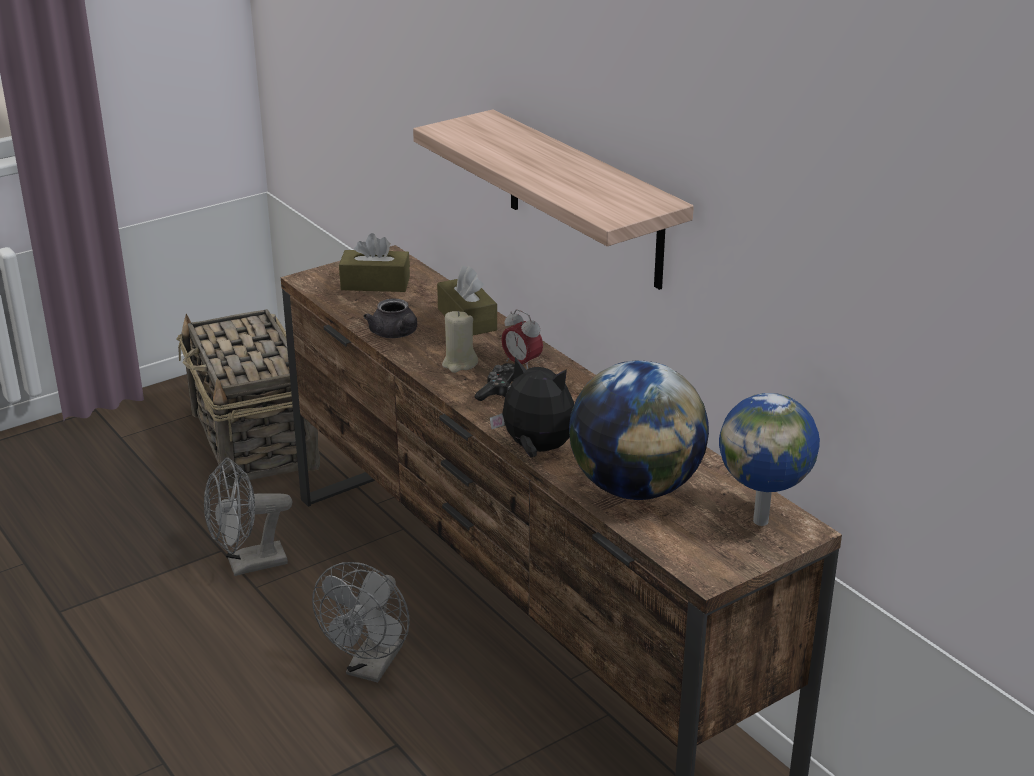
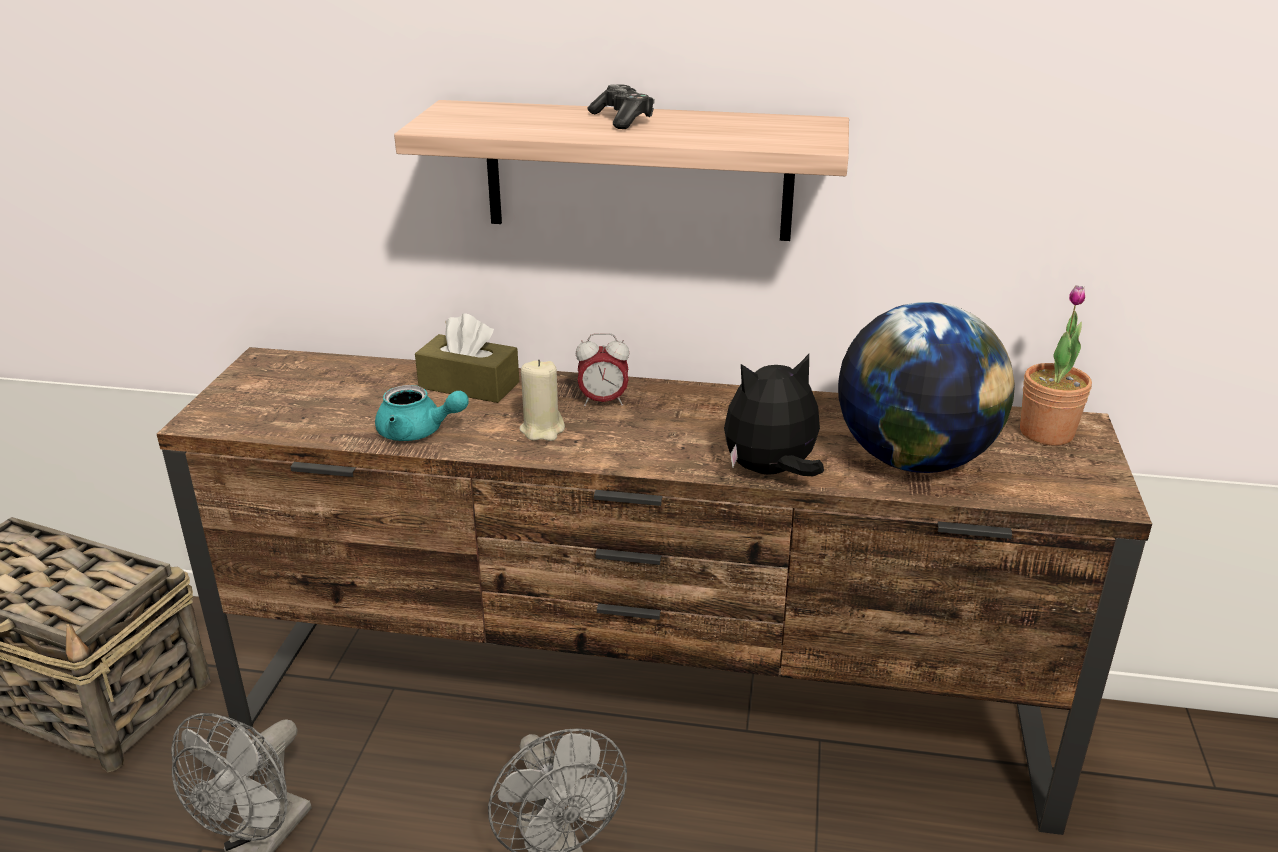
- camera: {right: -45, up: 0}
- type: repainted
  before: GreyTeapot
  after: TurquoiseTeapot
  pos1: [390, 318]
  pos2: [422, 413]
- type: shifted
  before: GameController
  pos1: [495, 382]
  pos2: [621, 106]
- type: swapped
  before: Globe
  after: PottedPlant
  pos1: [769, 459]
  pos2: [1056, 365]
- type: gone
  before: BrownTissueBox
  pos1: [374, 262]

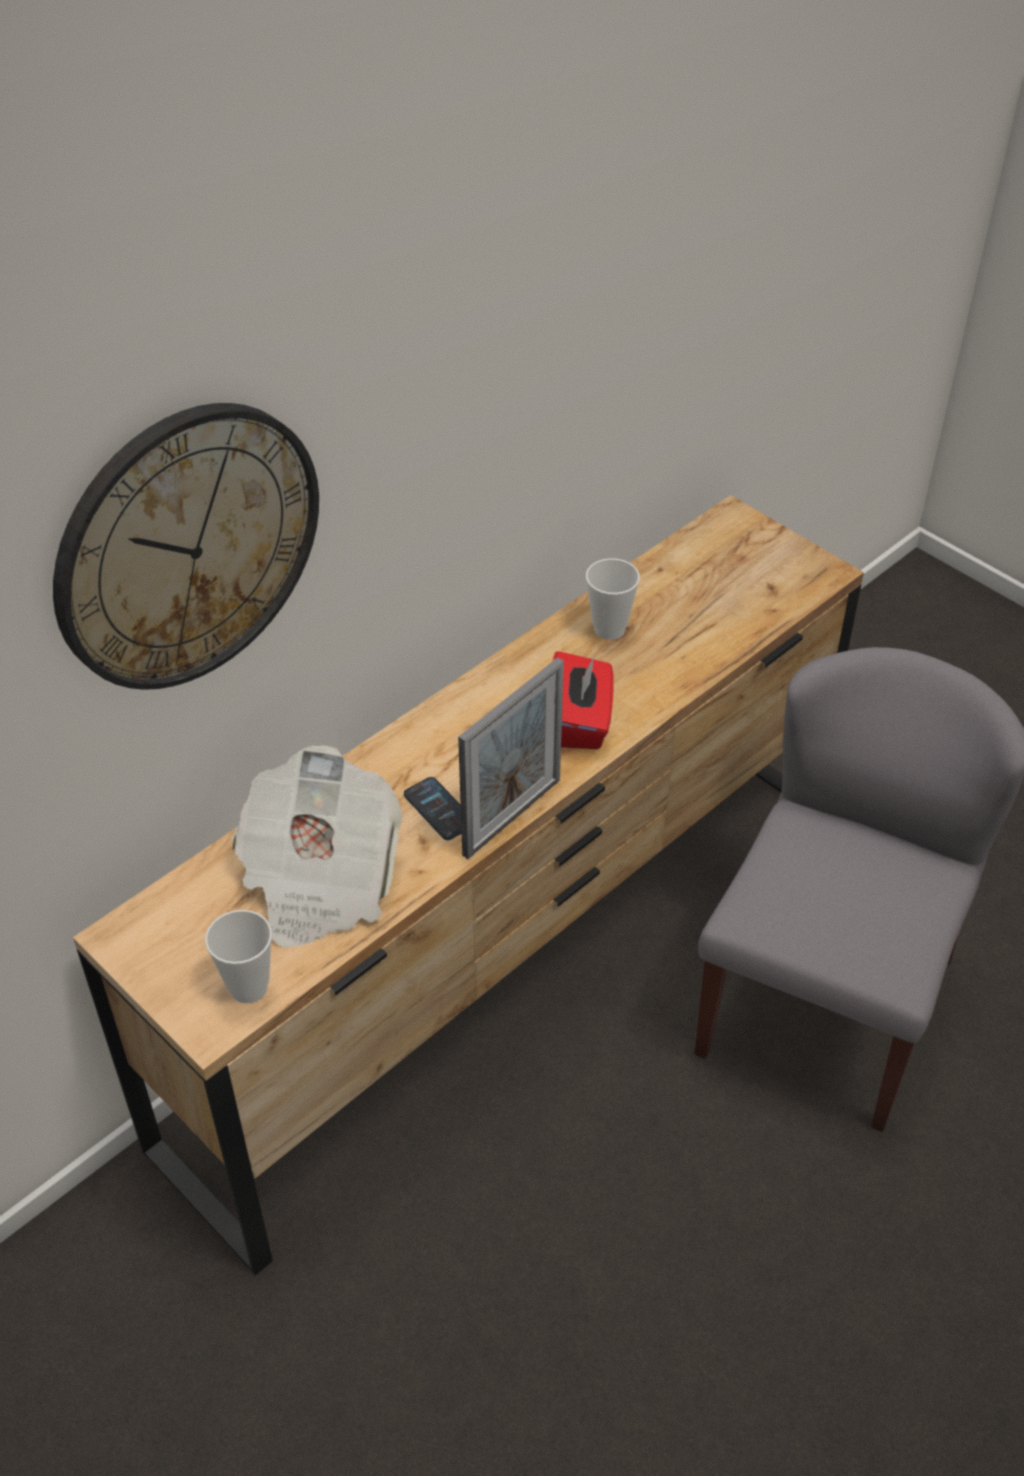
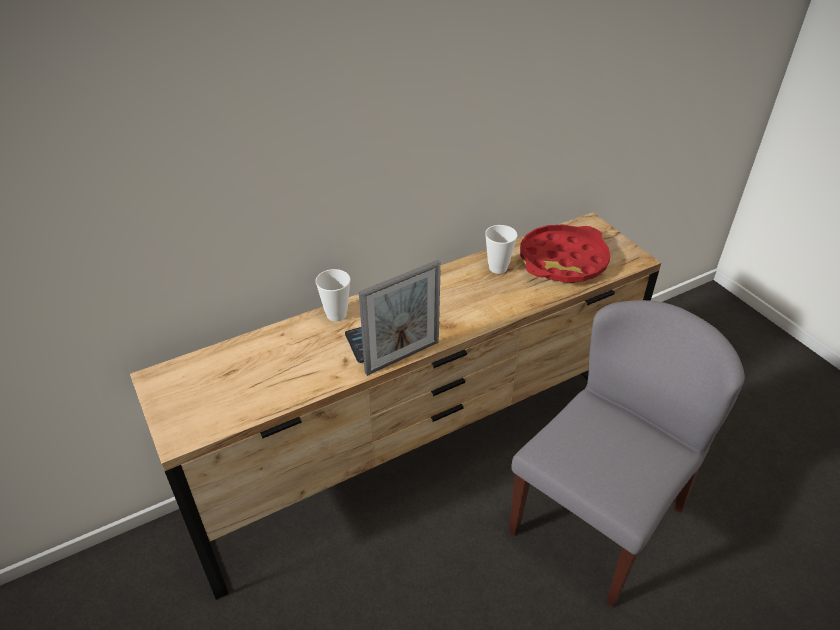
- camera: {right: 15, up: -5}
- type: shifted
  before: Cup
  pos1: [238, 956]
  pos2: [333, 295]
- type: new
  after: RedTray
  pos2: [565, 254]
- type: gone
  before: WallClock
  pos1: [186, 546]
- type: gone
  before: Newspaper
  pos1: [317, 846]
- type: gone
  before: RedTissueBox
  pos1: [583, 700]

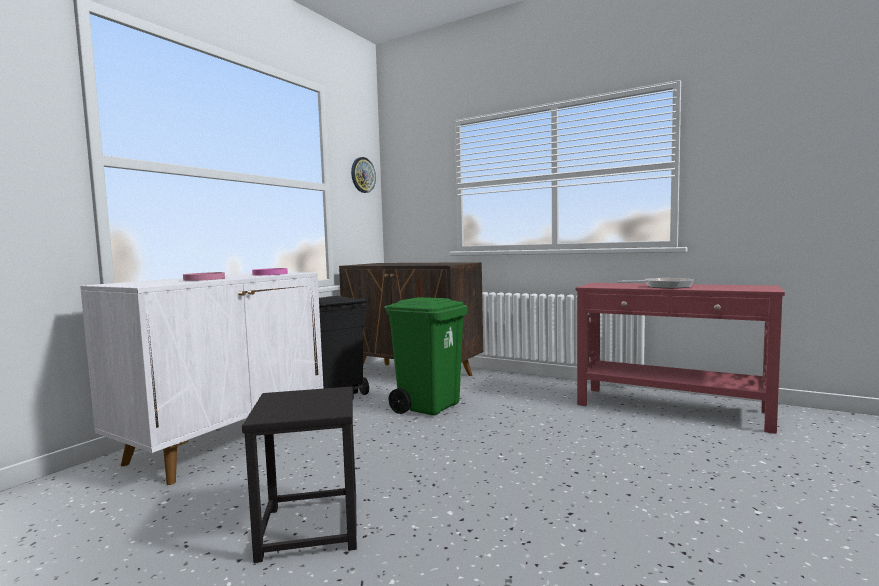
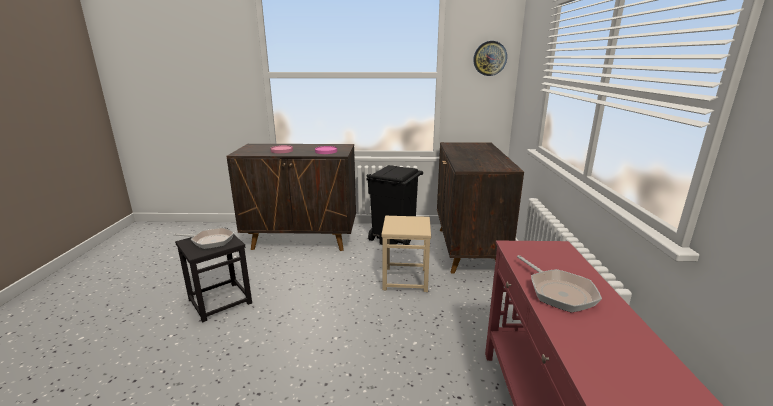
- camera: {right: 60, up: 15}
- type: new
  after: FryingPan
  pos2: [204, 238]
- type: repainted
  before: WhiteCabinet
  after: BrownCabinet
  pos1: [202, 378]
  pos2: [291, 197]
- type: swapped
  before: GreenTrashCan
  after: BeigeStool
  pos1: [426, 356]
  pos2: [406, 254]

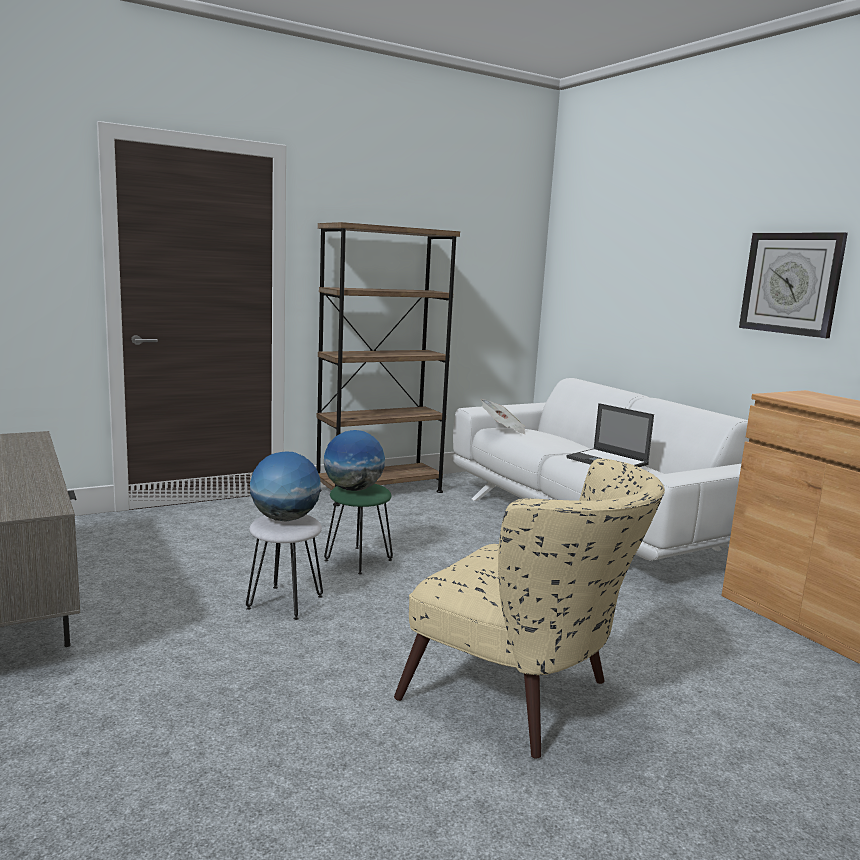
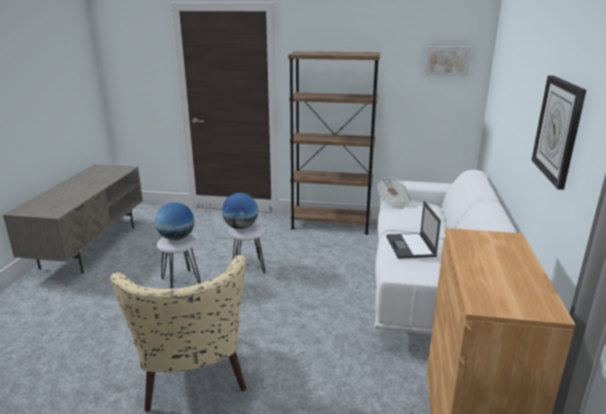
- camera: {right: 40, up: 10}
- type: repainted
  before: GreenStool
  after: WhiteStool
  pos1: [358, 529]
  pos2: [246, 247]
- type: new
  after: Picture
  pos2: [448, 61]

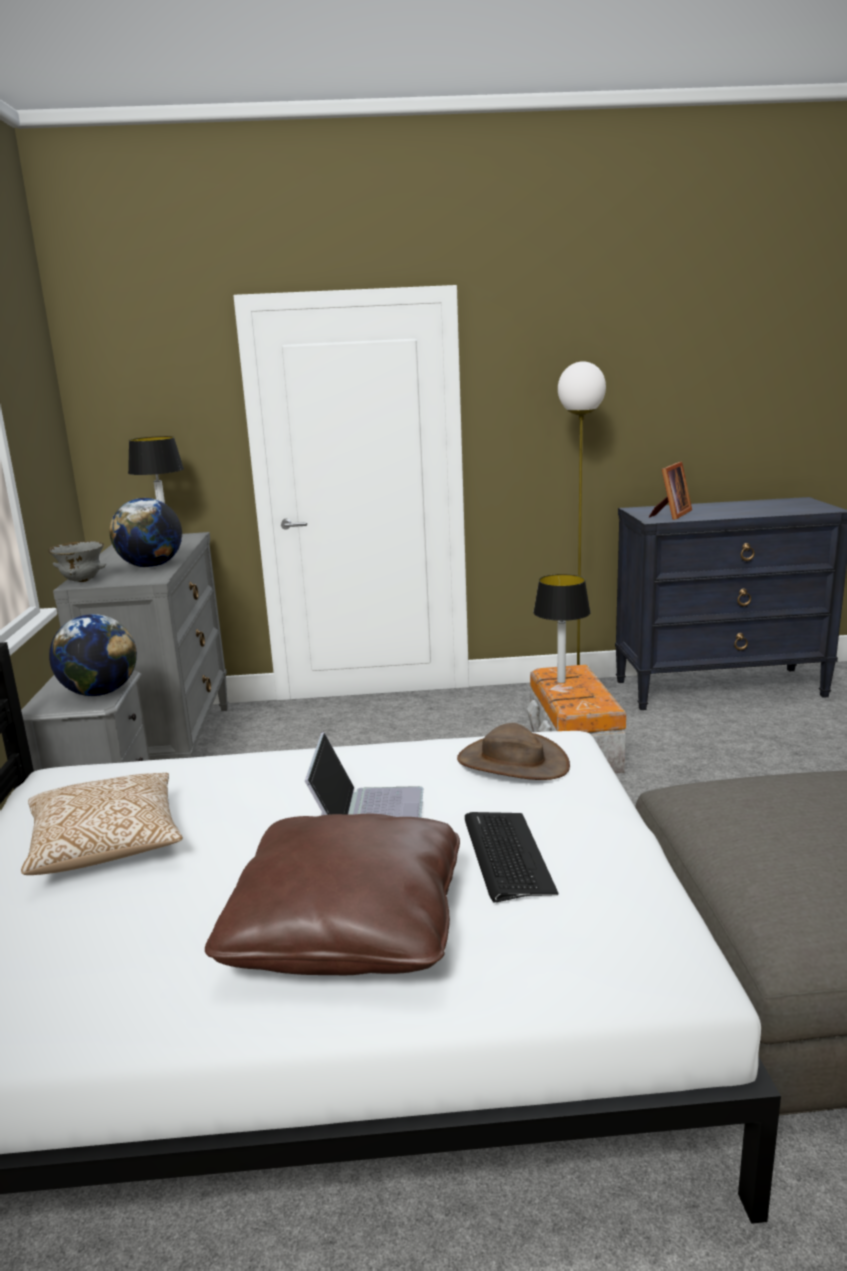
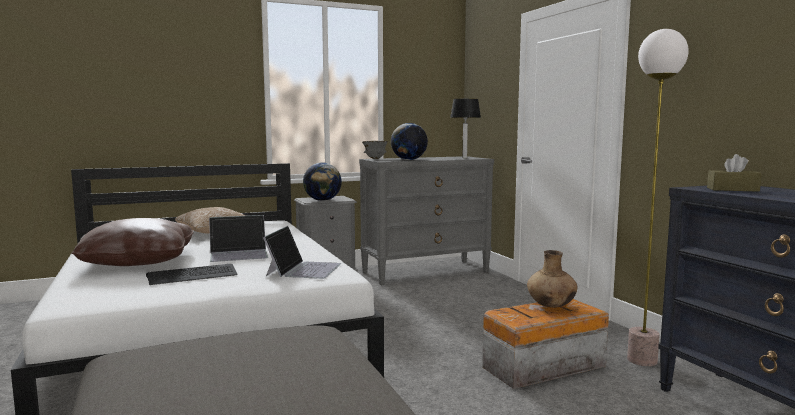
- camera: {right: 70, up: -10}
- type: swapped
  before: BrownHat
  after: Laptop
  pos1: [513, 751]
  pos2: [302, 252]
- type: swapped
  before: TableLamp
  after: BrownVase
  pos1: [562, 628]
  pos2: [552, 279]
- type: swapped
  before: PictureFrame
  after: BrownTissueBox
  pos1: [670, 491]
  pos2: [734, 173]

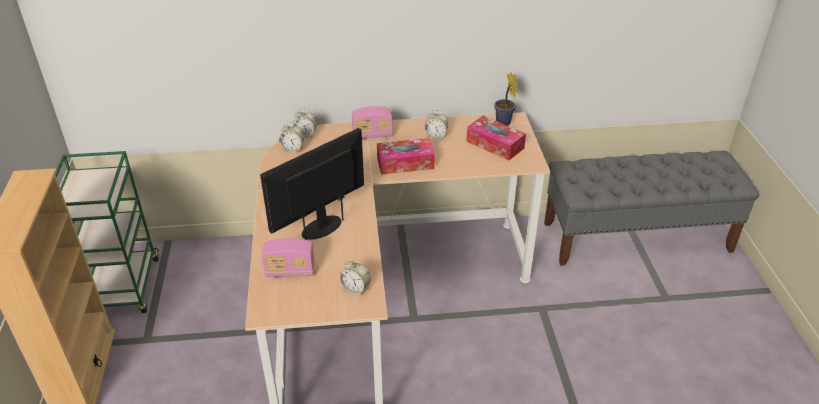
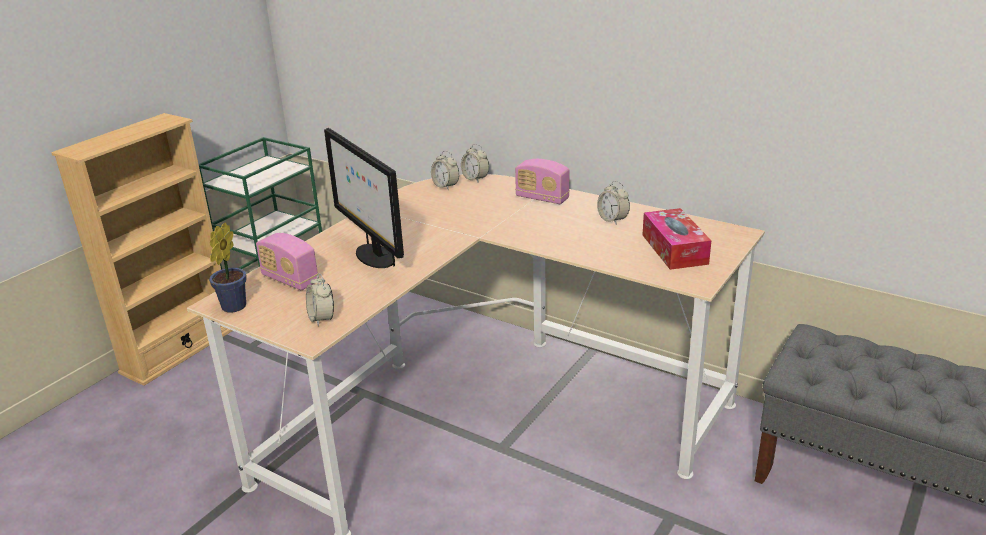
- camera: {right: 40, up: -10}
- type: shifted
  before: PottedPlant
  pos1: [506, 99]
  pos2: [228, 267]
- type: rotated
  before: Monitor
  pos1: [312, 184]
  pos2: [364, 198]
  turn: -120
- type: gone
  before: TissueBox
  pos1: [406, 156]

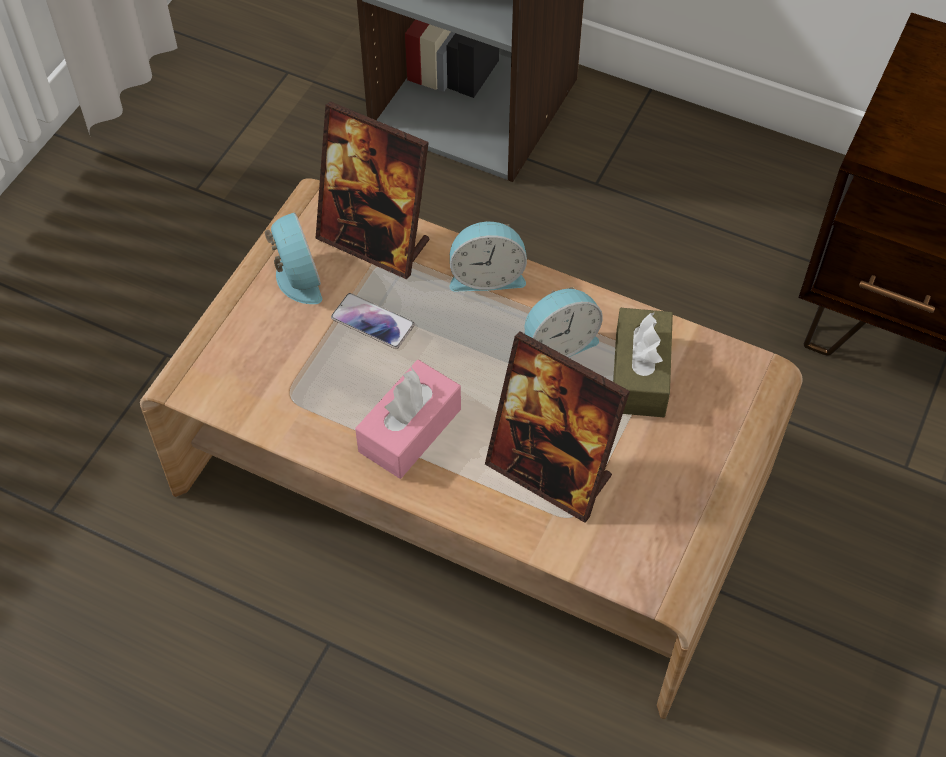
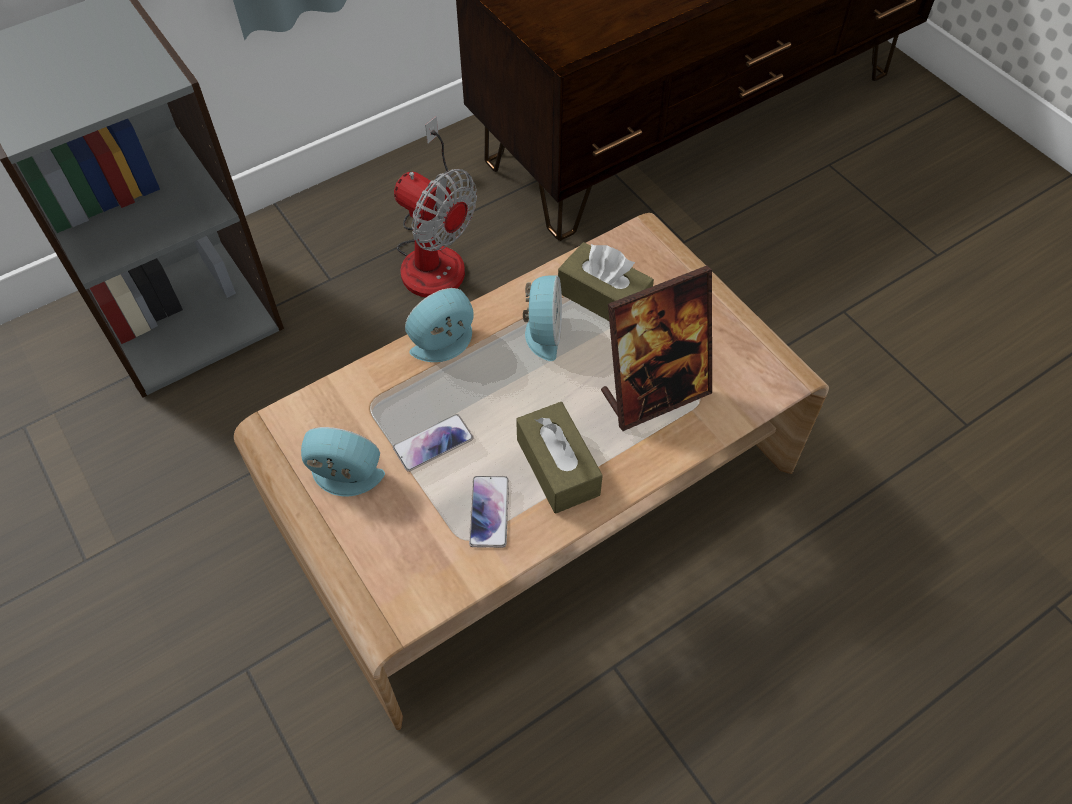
- camera: {right: -60, up: 0}
- type: new
  after: Fan
  pos2: [435, 206]
- type: rotated
  before: AlarmClock
  pos1: [488, 256]
  pos2: [439, 325]
  turn: -150
- type: new
  after: Phone
  pos2: [489, 512]
- type: repainted
  before: PinkTissueBox
  after: BrownTissueBox
  pos1: [408, 419]
  pos2: [559, 458]
- type: gone
  before: PictureFrame
  pos1: [372, 190]

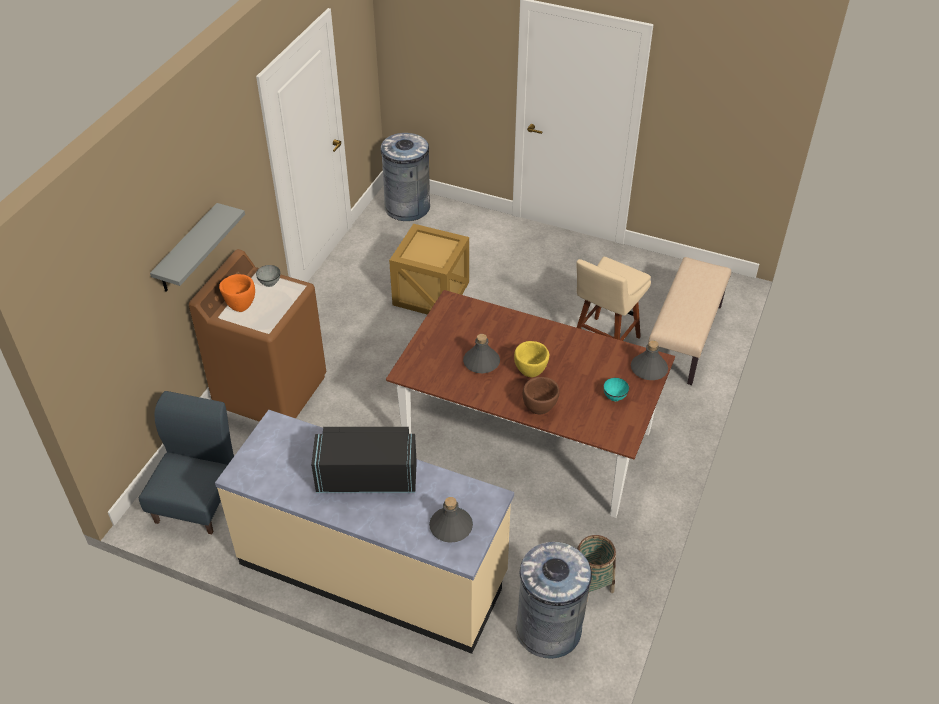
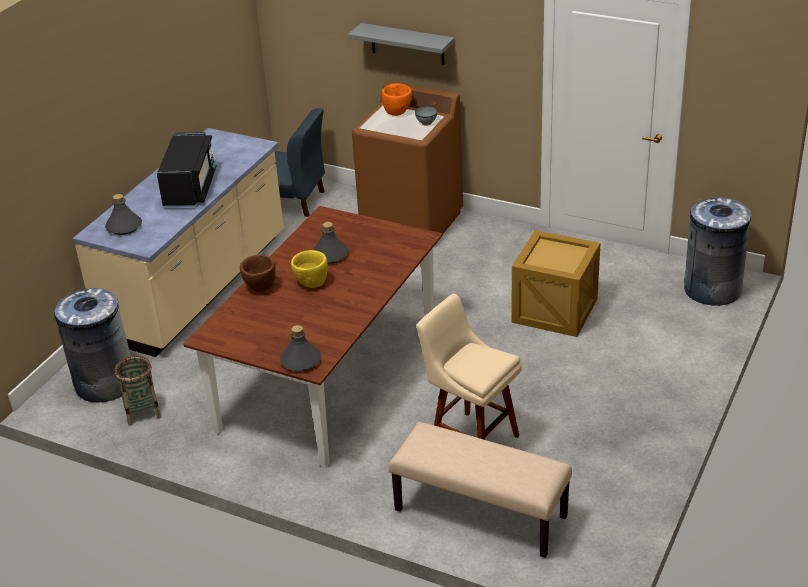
- camera: {right: 95, up: -10}
- type: gone
  before: TurquoiseBowl
  pos1: [616, 389]

